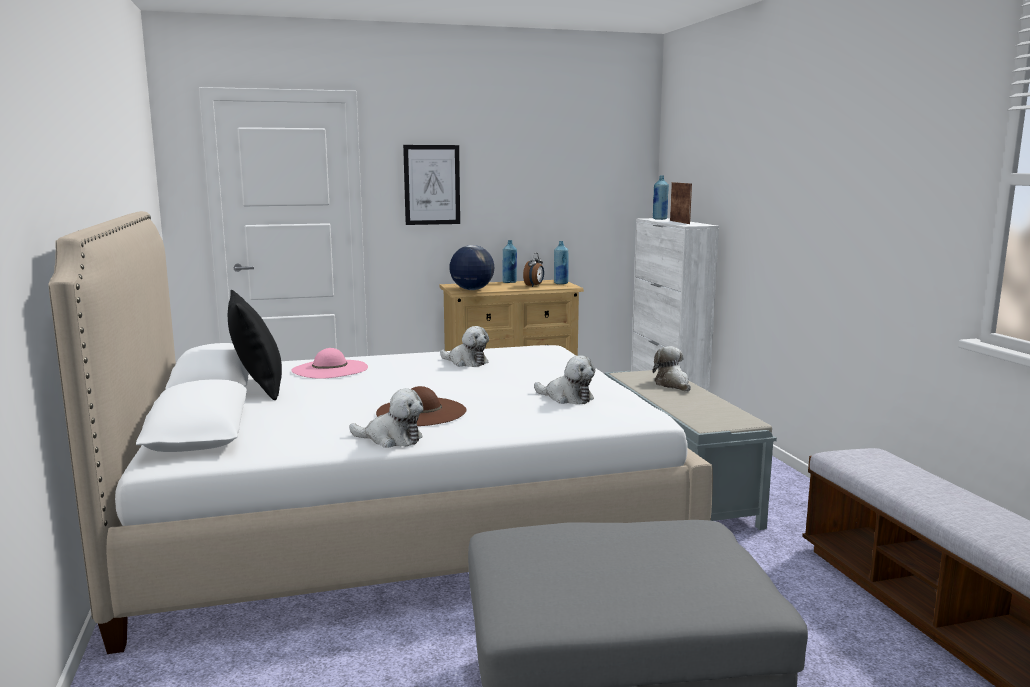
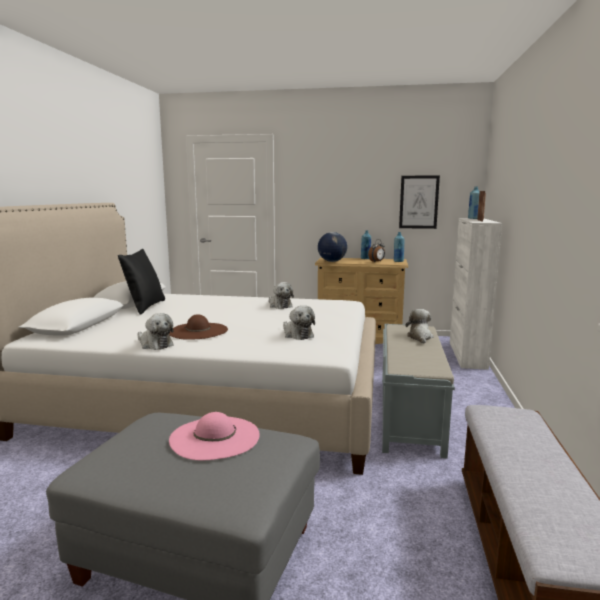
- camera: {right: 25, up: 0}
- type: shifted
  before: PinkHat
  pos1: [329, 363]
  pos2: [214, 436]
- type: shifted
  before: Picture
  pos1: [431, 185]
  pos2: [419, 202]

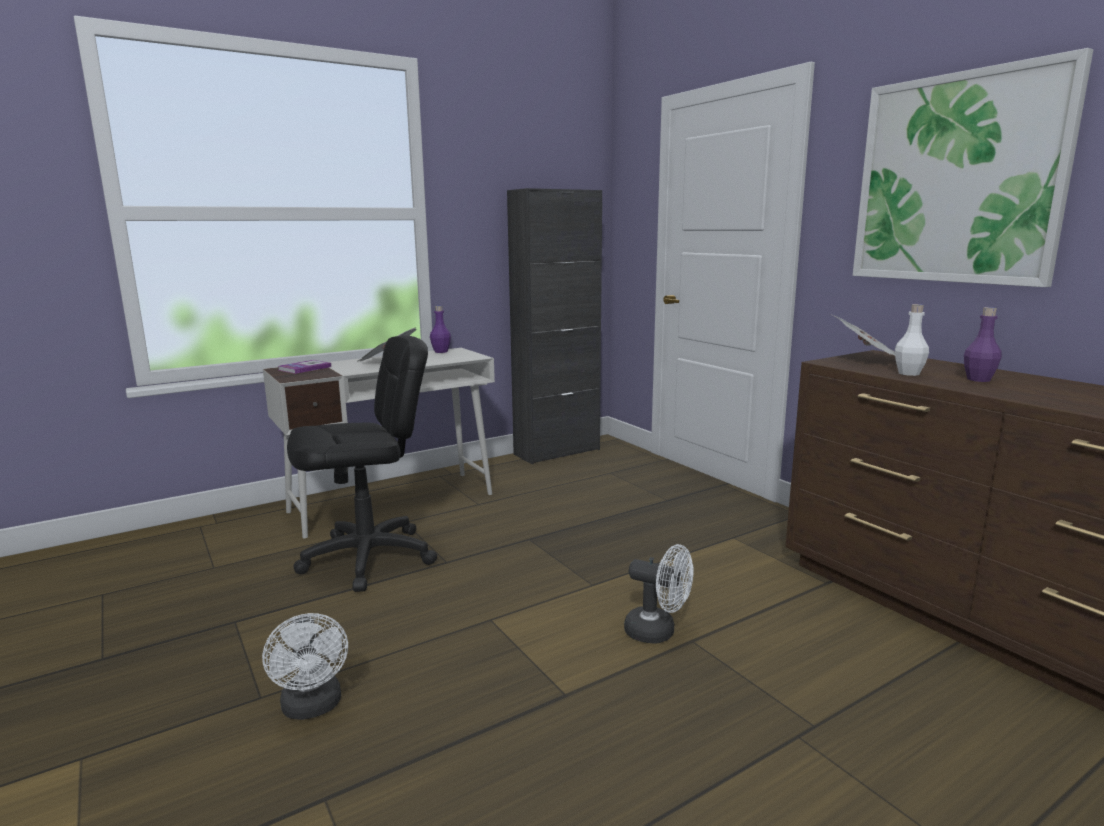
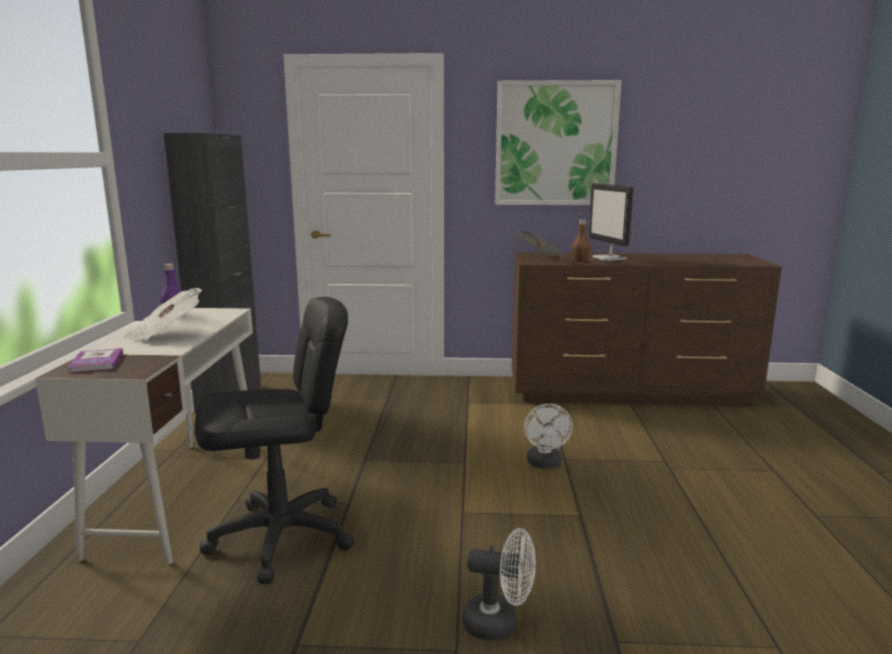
- camera: {right: -55, up: 0}
- type: rotated
  before: BlackOfficeChair
  pos1: [362, 463]
  pos2: [274, 440]
  turn: 60
- type: rotated
  before: WhiteFan
  pos1: [659, 594]
  pos2: [548, 436]
  turn: 120
- type: repainted
  before: WhiteBottle
  after: BrownBottle
  pos1: [912, 340]
  pos2: [581, 240]
- type: swapped
  before: PurpleBottle
  after: Monitor
  pos1: [983, 344]
  pos2: [611, 222]

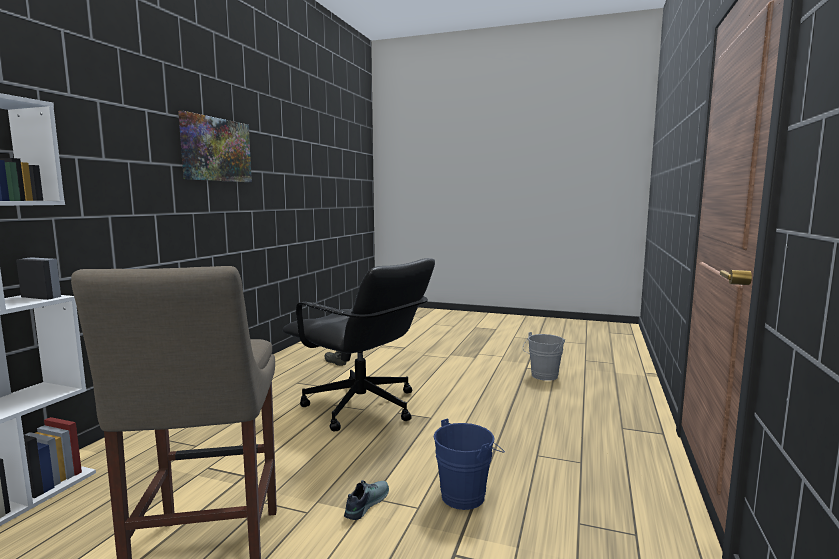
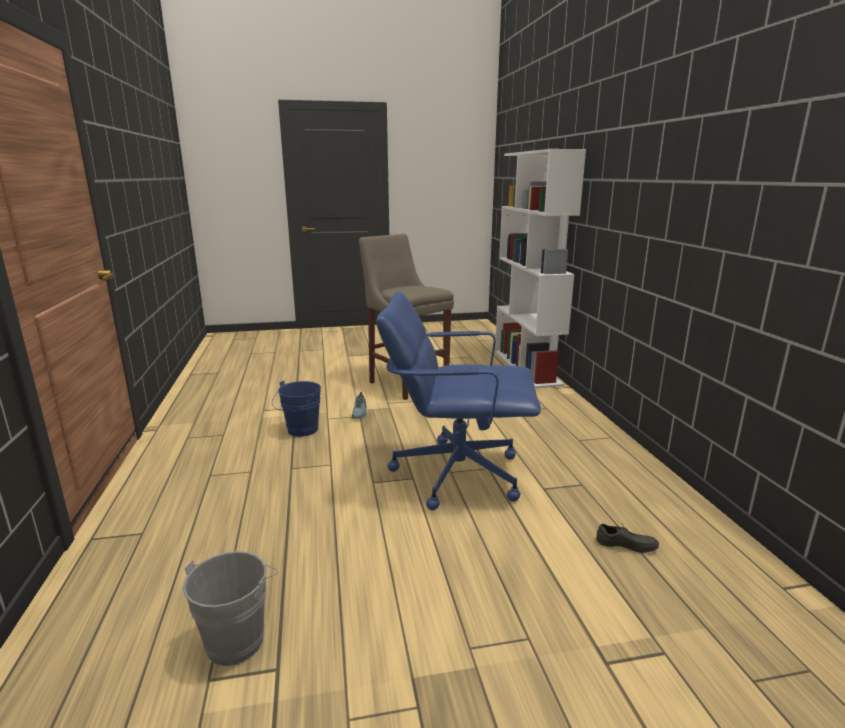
- camera: {right: 150, up: 10}
- type: repainted
  before: BlackOfficeChair
  after: BlueOfficeChair
  pos1: [358, 344]
  pos2: [458, 400]
- type: gone
  before: Picture
  pos1: [215, 146]

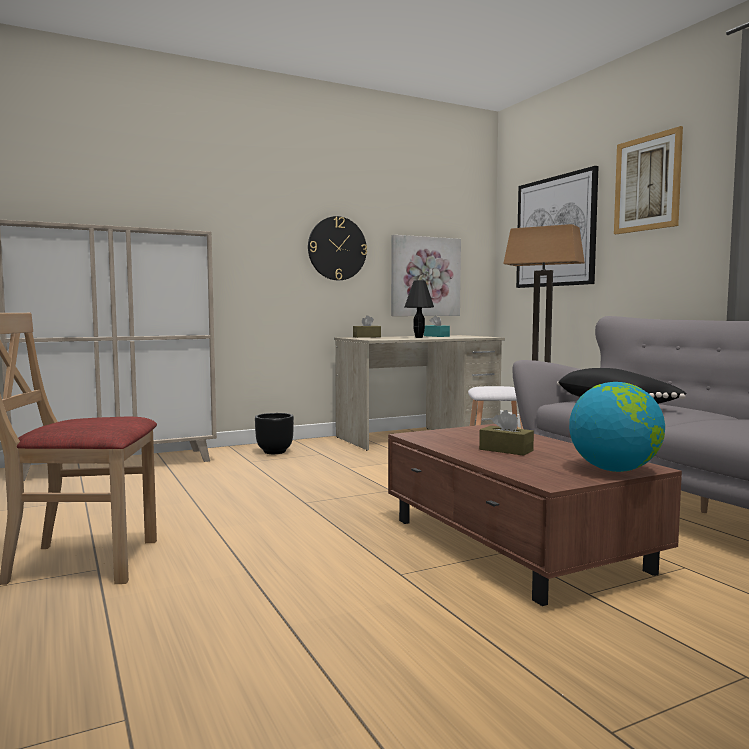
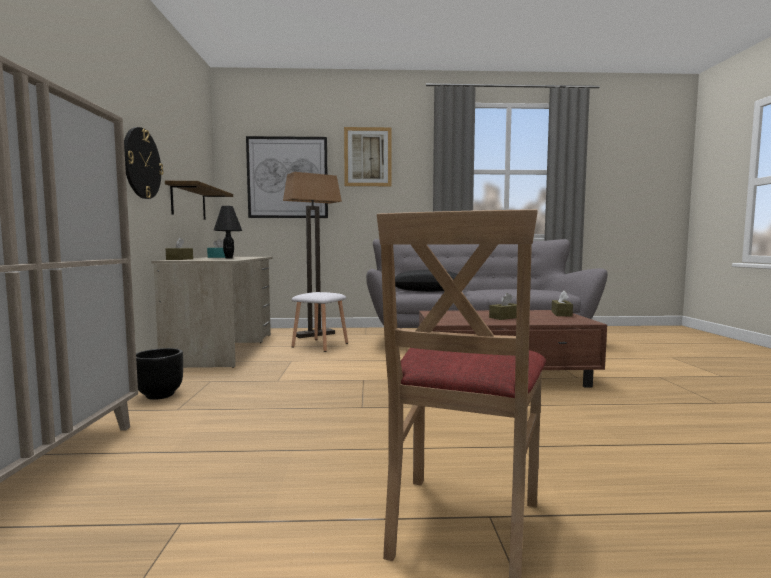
- camera: {right: -65, up: 0}
- type: swapped
  before: Picture
  after: Shelf
  pos1: [426, 275]
  pos2: [199, 200]
- type: swapped
  before: Globe
  after: BrownTissueBox
  pos1: [617, 427]
  pos2: [562, 304]

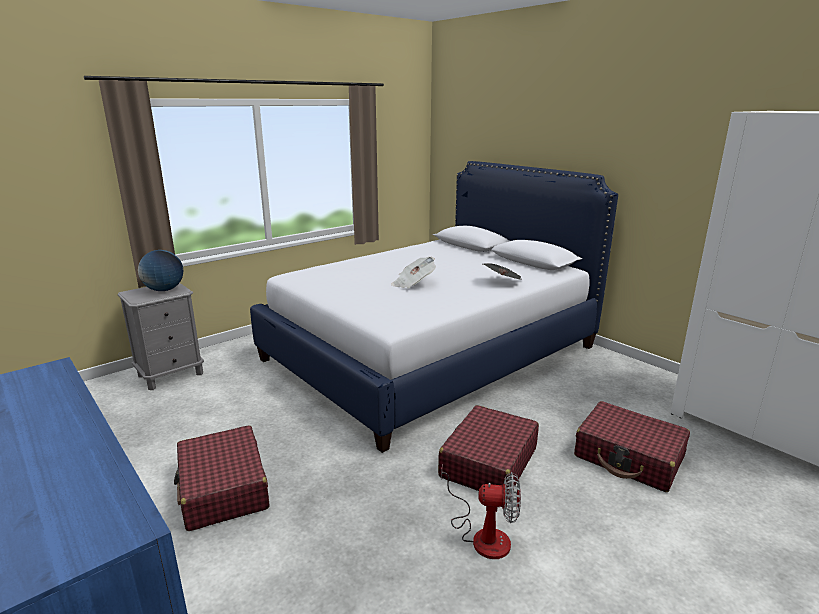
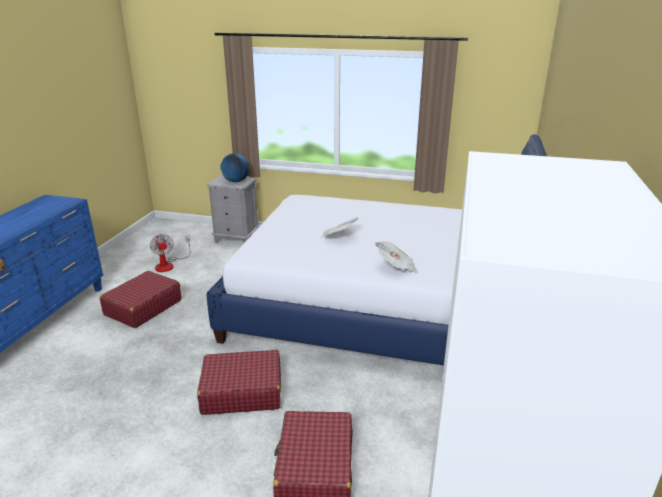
- camera: {right: 55, up: 5}
- type: shifted
  before: Fan
  pos1: [481, 511]
  pos2: [170, 253]

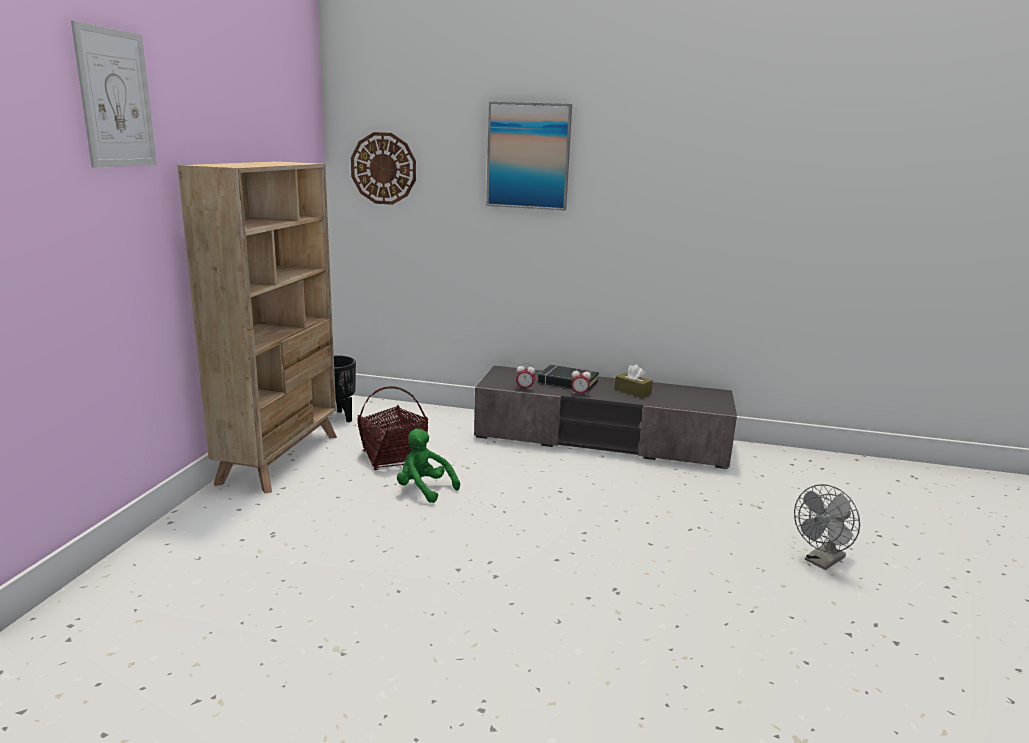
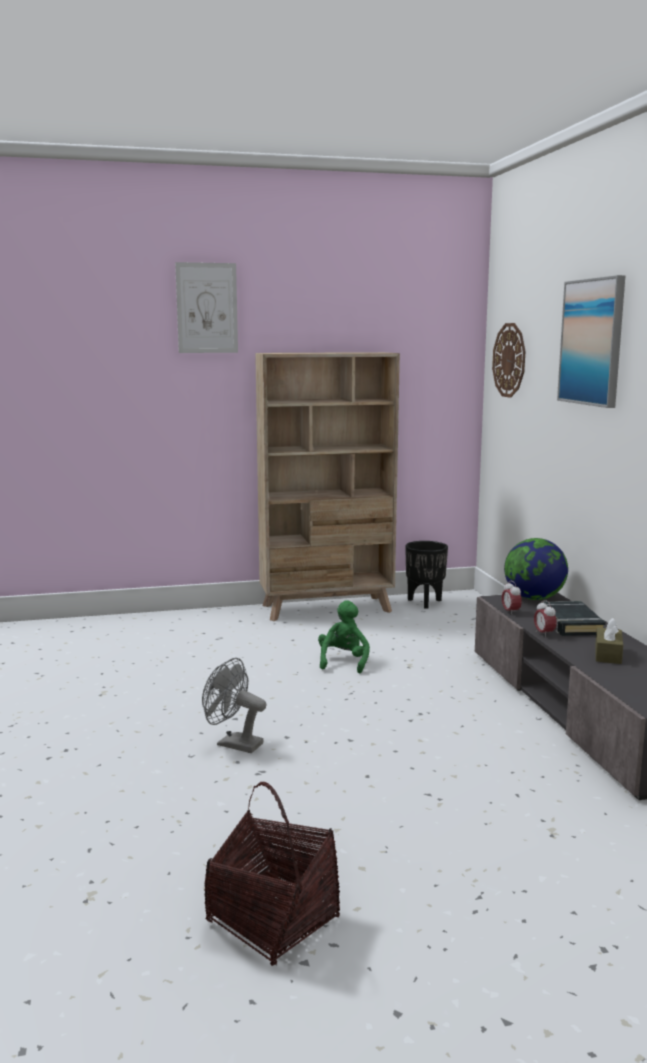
- camera: {right: 65, up: -5}
- type: shifted
  before: GreyFan
  pos1: [827, 527]
  pos2: [234, 705]
- type: shifted
  before: Basket
  pos1: [392, 428]
  pos2: [272, 874]
- type: new
  after: Globe
  pos2: [536, 569]

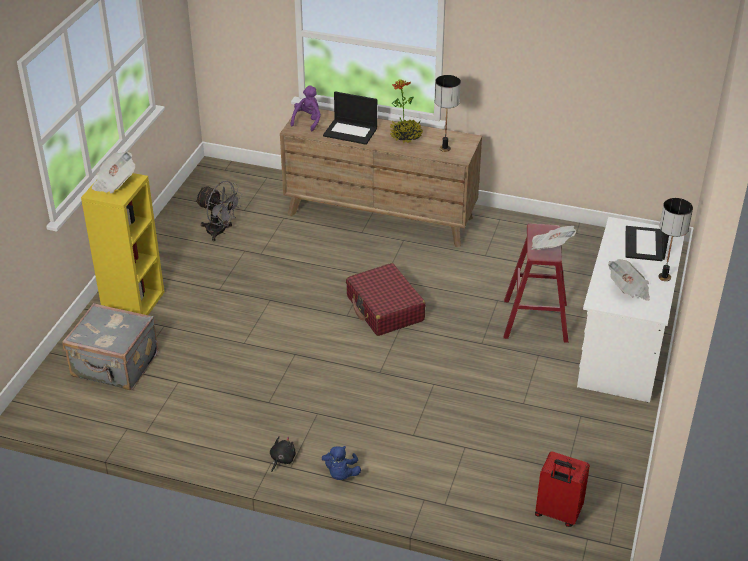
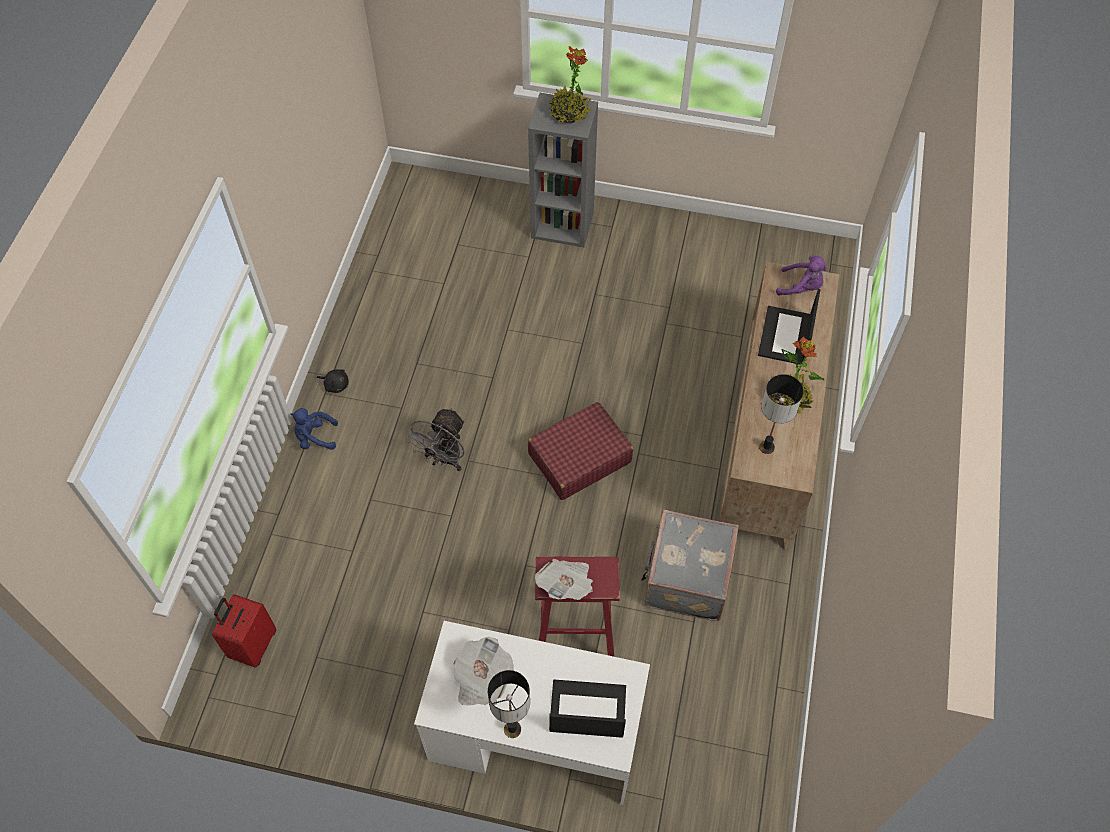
- camera: {right: 85, up: 20}
- type: shifted
  before: GreyFan
  pos1: [218, 211]
  pos2: [435, 439]
- type: repainted
  before: YellowBookcase
  after: GreyBookcase
  pos1: [122, 244]
  pos2: [563, 170]
- type: swapped
  before: Newspaper
  after: PottedPlant
  pos1: [113, 173]
  pos2: [570, 84]
- type: shifted
  before: GreySuitcase
  pos1: [110, 346]
  pos2: [690, 565]

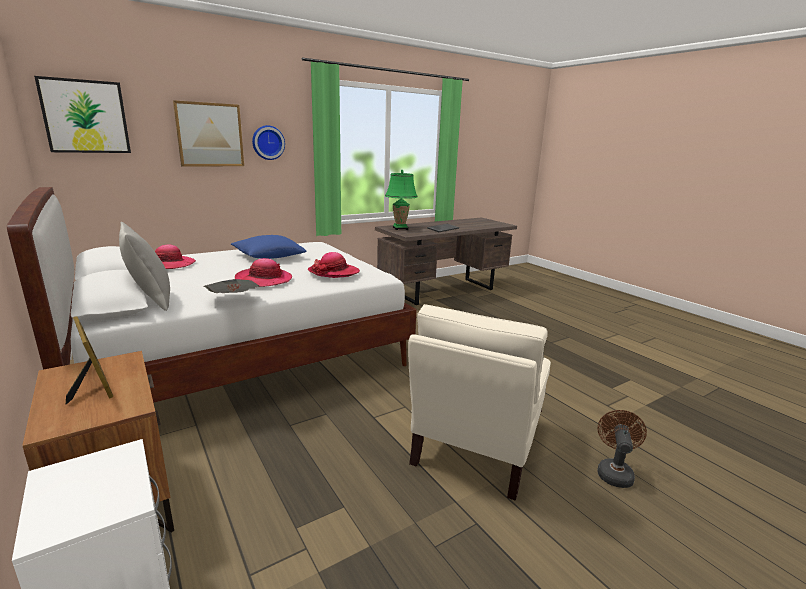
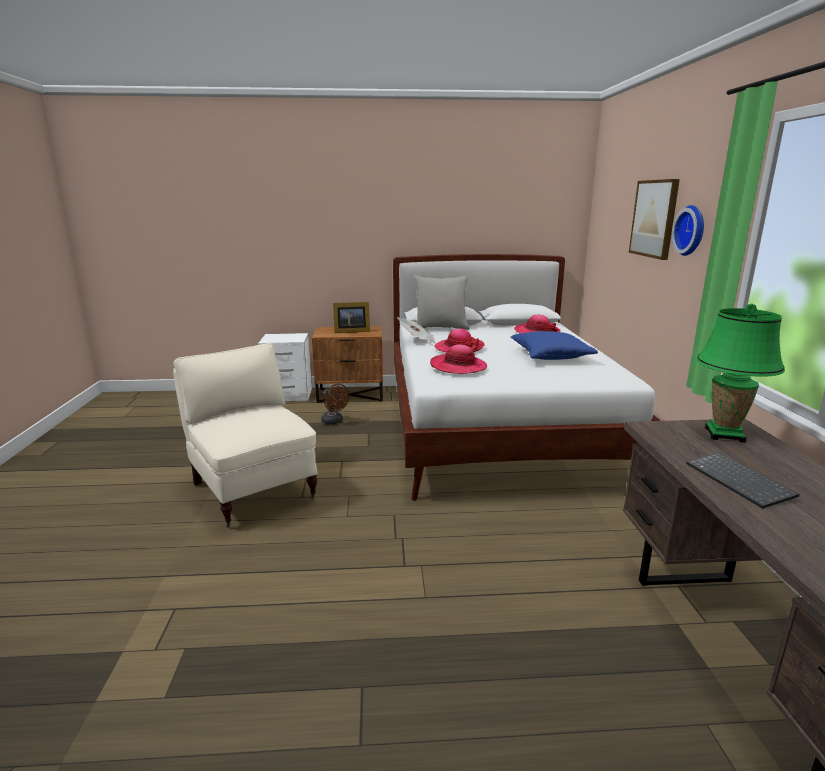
- camera: {right: 120, up: 0}
- type: shifted
  before: BrownFan
  pos1: [622, 449]
  pos2: [335, 404]
- type: gone
  before: Picture
  pos1: [82, 114]

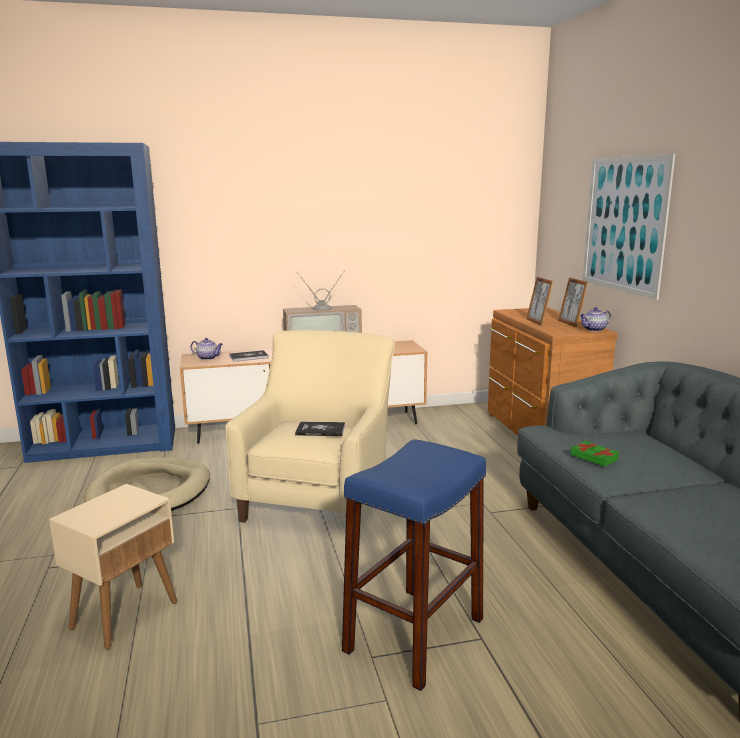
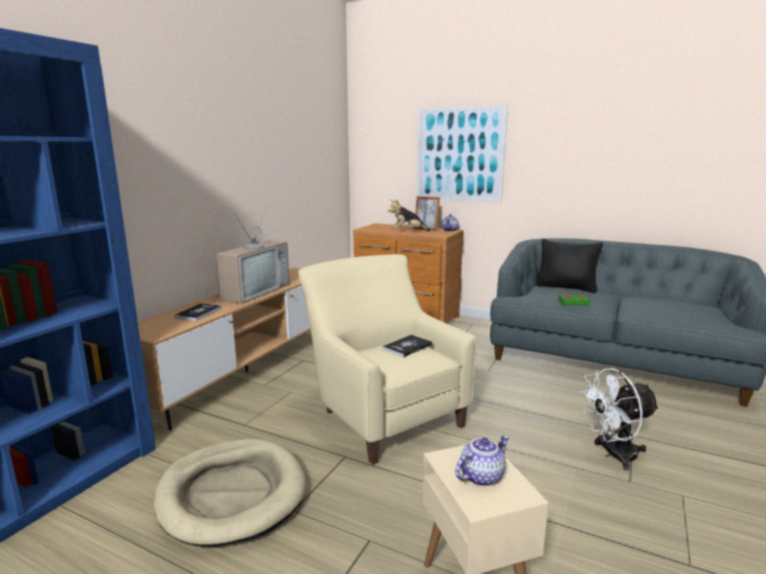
- camera: {right: -50, up: 0}
- type: swapped
  before: PictureFrame
  after: PlushToy
  pos1: [540, 301]
  pos2: [409, 215]
- type: shifted
  before: Teapot
  pos1: [206, 349]
  pos2: [482, 460]
- type: new
  after: BlackPillow
  pos2: [570, 266]
- type: swapped
  before: BlueStool
  after: WhiteFan
  pos1: [414, 565]
  pos2: [620, 419]

